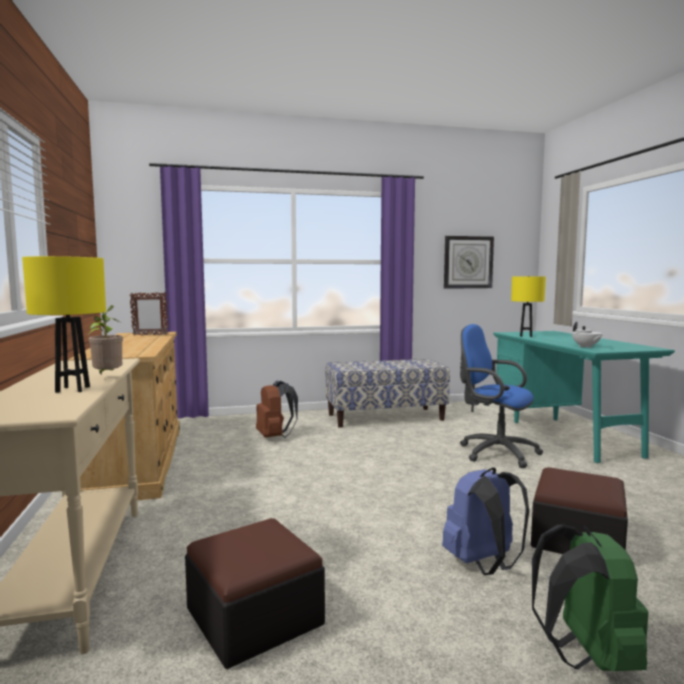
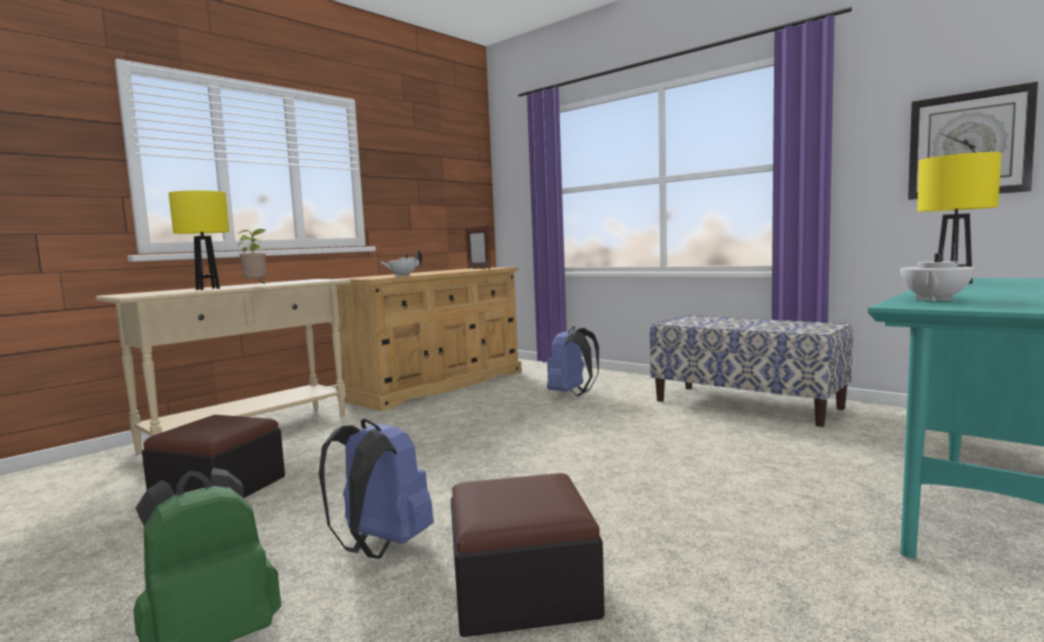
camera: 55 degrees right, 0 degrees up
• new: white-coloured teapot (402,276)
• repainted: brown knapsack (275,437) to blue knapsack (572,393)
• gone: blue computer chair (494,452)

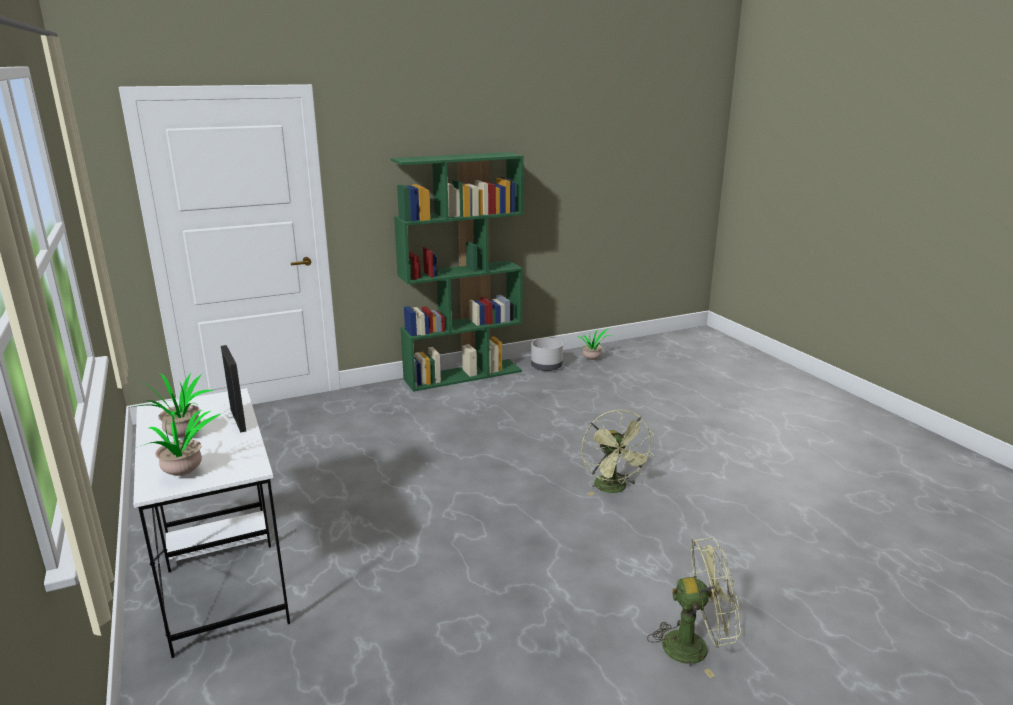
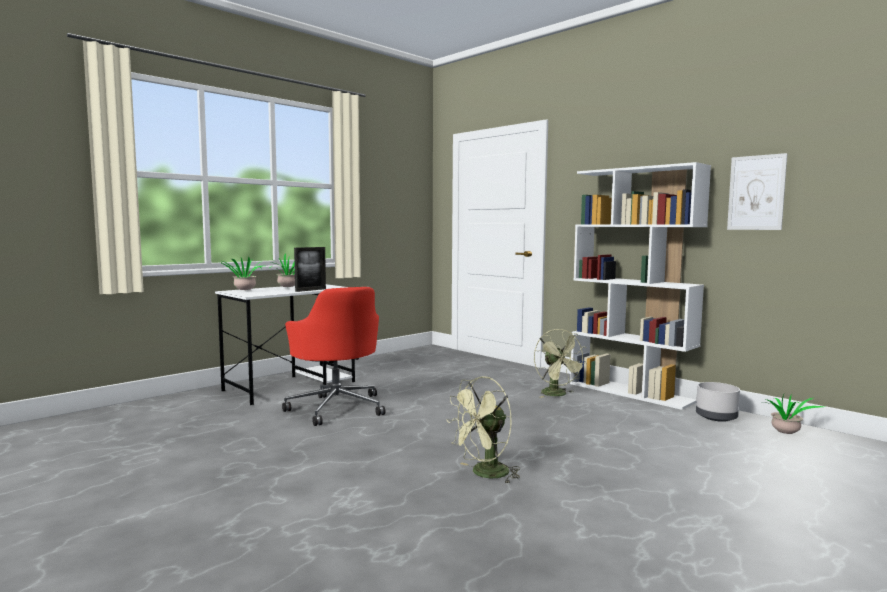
camera: 70 degrees right, 15 degrees down
• new: reddish computer chair (336,407)
• shifted: greenish electric fan (695,646) to (558,395)
• repainted: greenish bookshelf (463,375) to white-coloured bookshelf (631,392)
• new: picture (756,192)

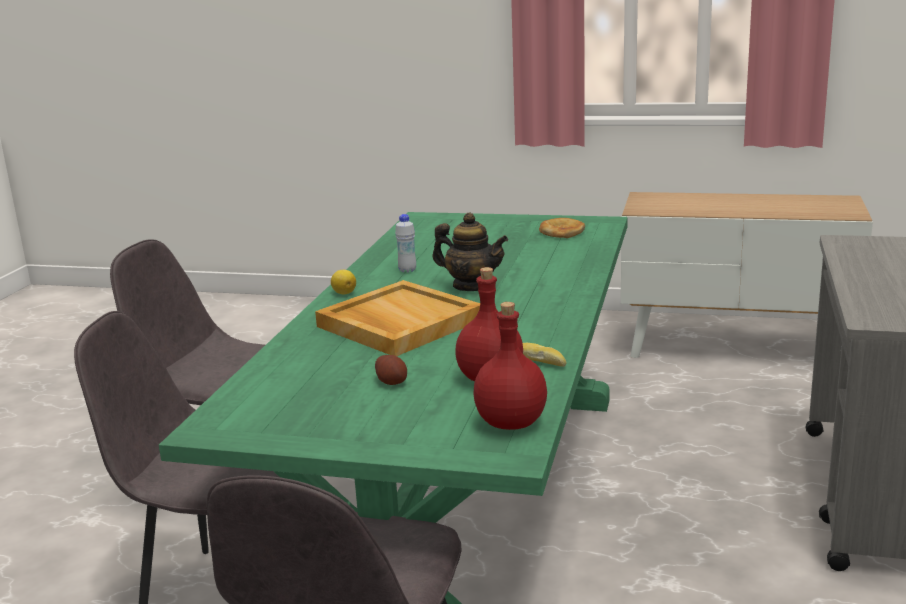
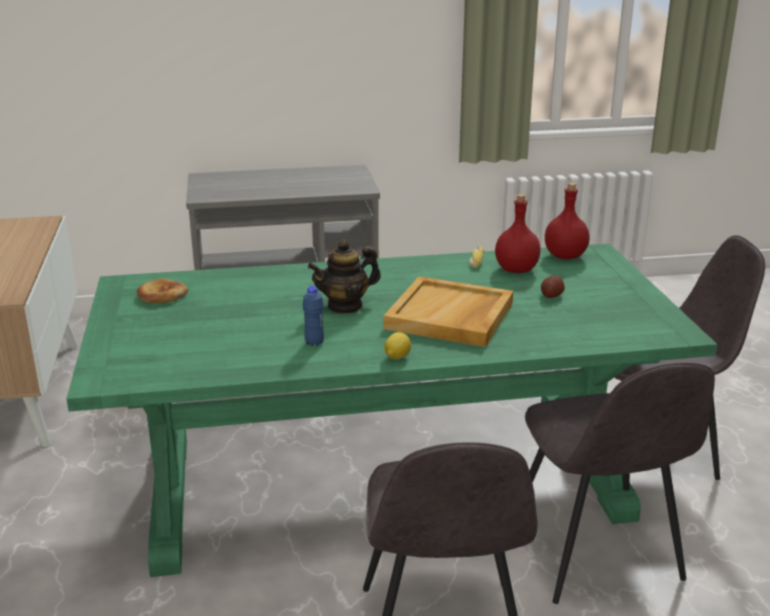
camera: 115 degrees left, 5 degrees up
• repainted: white-coloured beverage bottle (407,270) to blue beverage bottle (314,342)
• rotated: teapot (471,286) = (345,306) 120 degrees counterclockwise

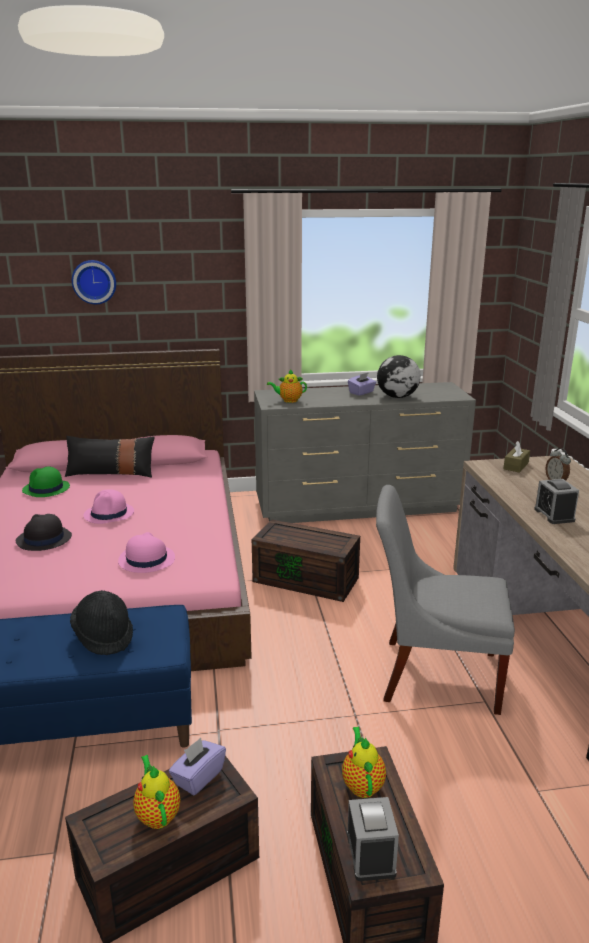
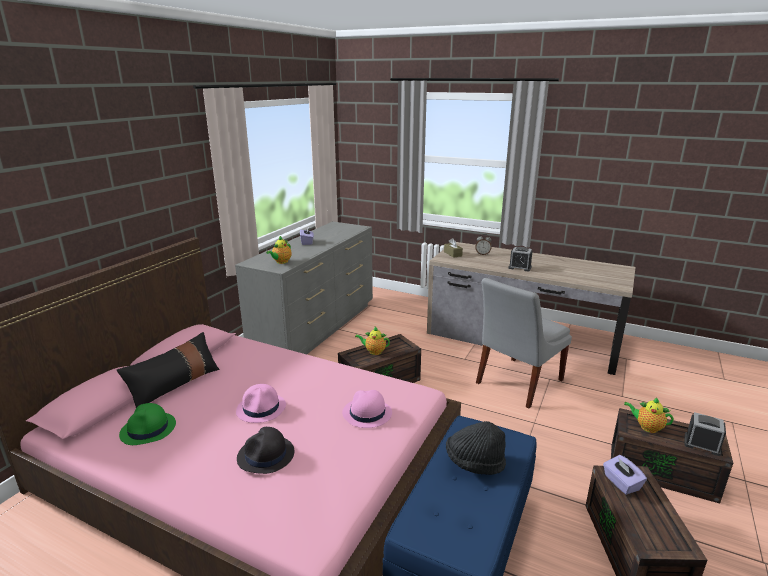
camera: 55 degrees left, 0 degrees up
• shifted: teapot (157,814) to (374,351)
• gone: clock on the wall (94,281)
• gone: desk globe (397,397)

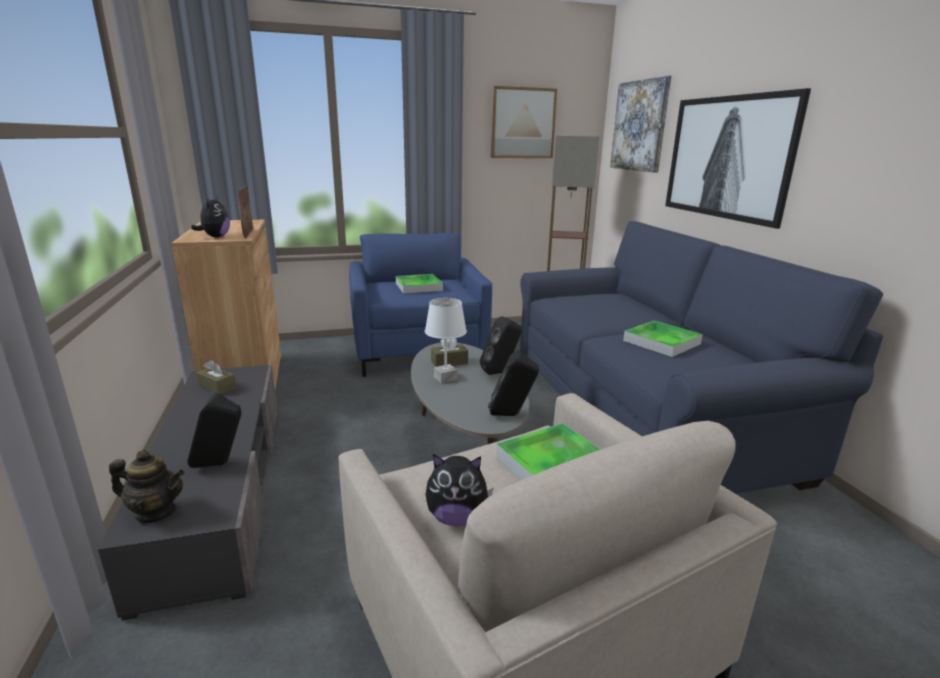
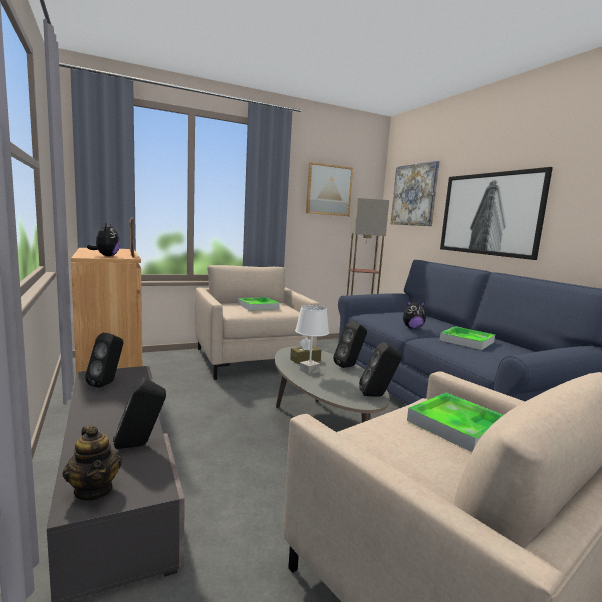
camera: 10 degrees left, 10 degrees down
• rotated: teapot (156,512) = (94,490) 60 degrees clockwise
• swapped: brown box of tissues (217,387) to black audio speaker (107,383)
• repainted: blue armchair (418,350) to beige armchair (252,359)
• shifted: cuddly toy (457,518) to (412,328)

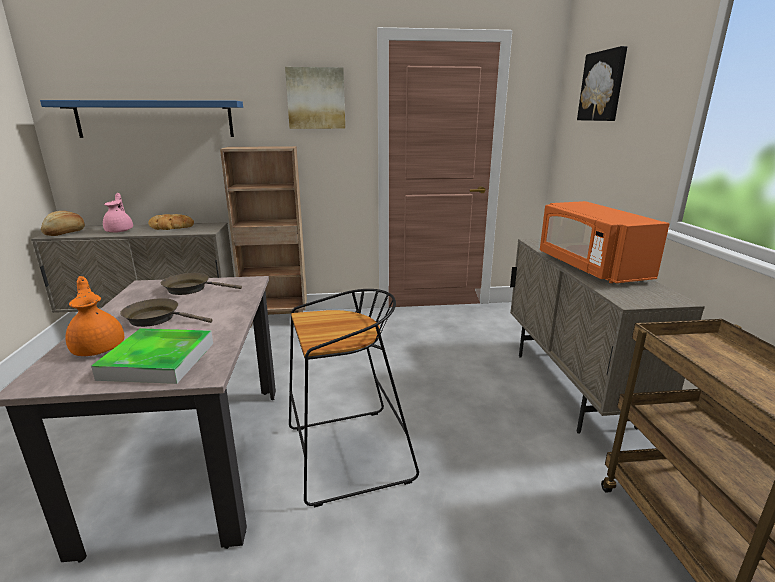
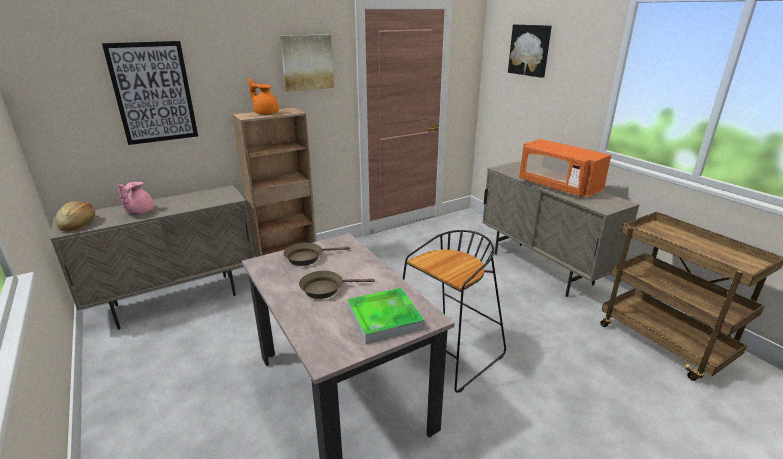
camera: 25 degrees left, 5 degrees up
• swapped: blue shelf (155,119) to picture (153,93)
• rotated: pinkish teapot (120,230) = (139,212) 135 degrees counterclockwise
• shifted: orange-coloured teapot (99,347) to (266,113)
• gone: bread (171,227)

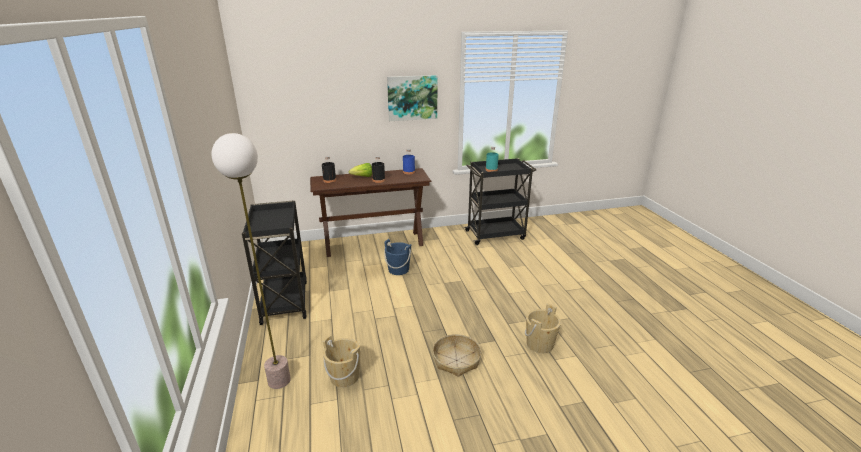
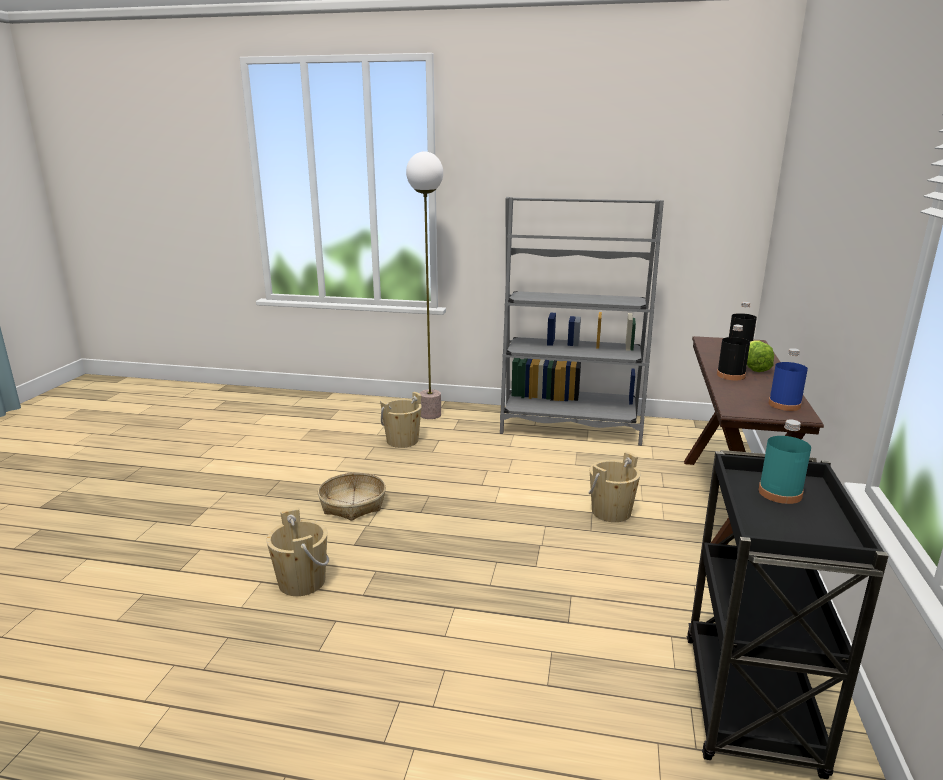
camera: 115 degrees right, 5 degrees down
• swapped: black cart (285,301) to grey bookshelf (570,425)
• repainted: blue bucket (398,269) to beige bucket (611,512)
• gone: picture (412,97)

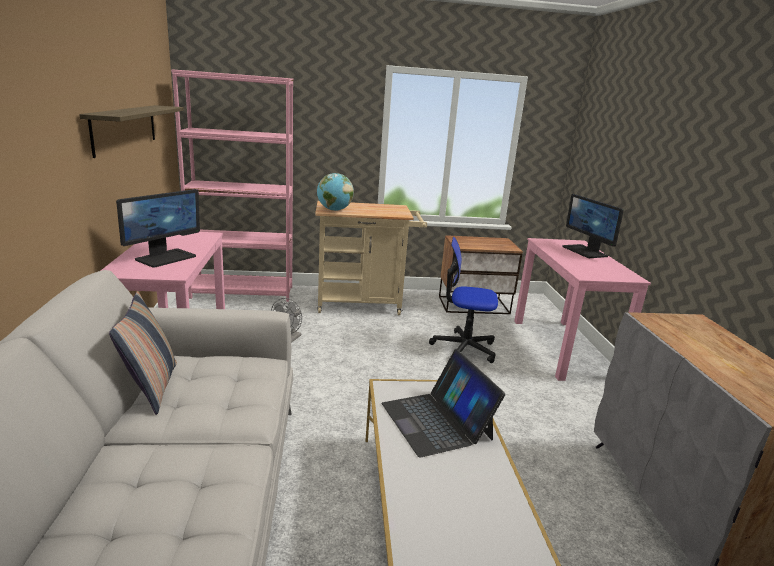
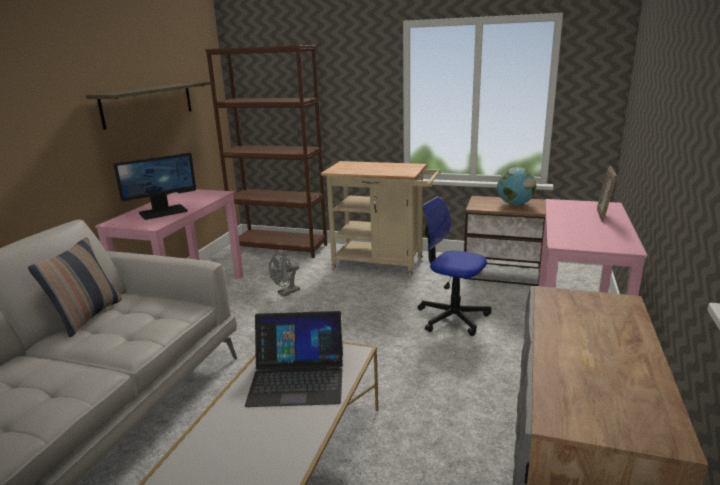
camera: 25 degrees right, 0 degrees up
• repainted: pinkish bookshelf (243,292) to brown bookshelf (280,247)
• rotated: laptop (437,421) = (297,378) 90 degrees counterclockwise
• shifted: desk globe (334,210) to (514,204)
• swapped: computer screen (585,251) to picture frame (603,215)

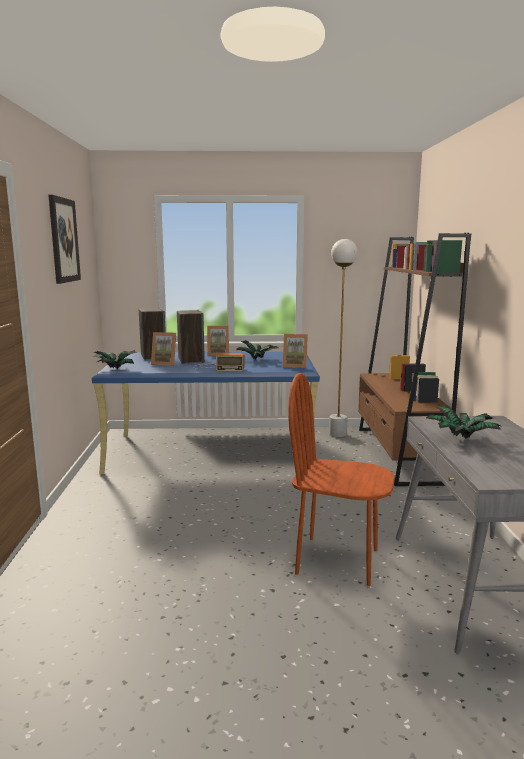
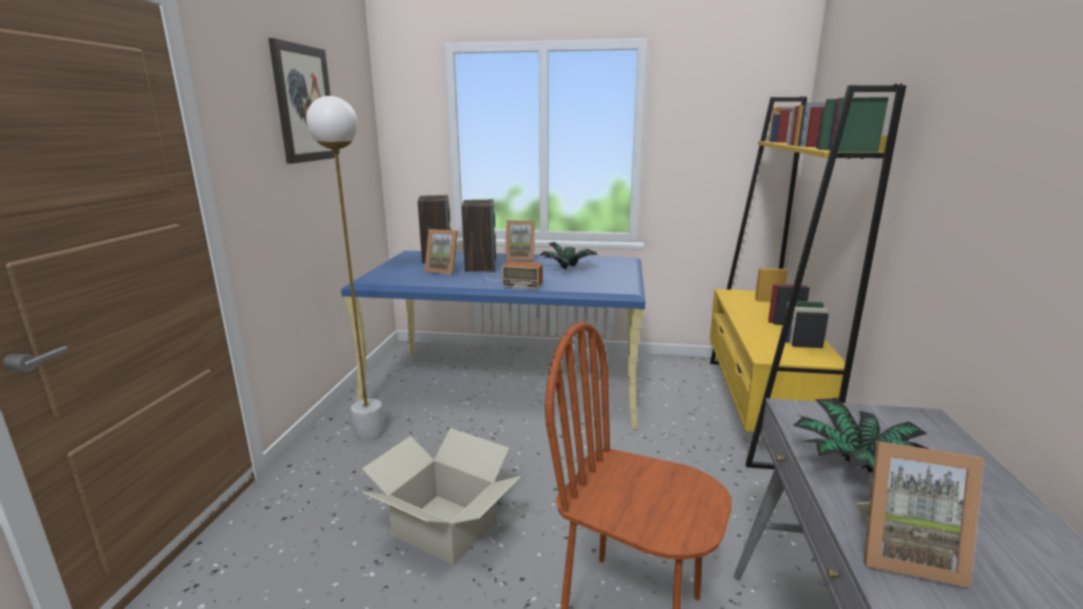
camera: 10 degrees right, 5 degrees up
• shifted: white-coloured standing lamp (338,434) to (369,433)
• new: cardboard box (445,527)
• repainted: brown bookshelf (398,454) to yellow bookshelf (759,408)
• shifted: picture frame (295,366) to (904,552)
• gone: houseplant (116,368)

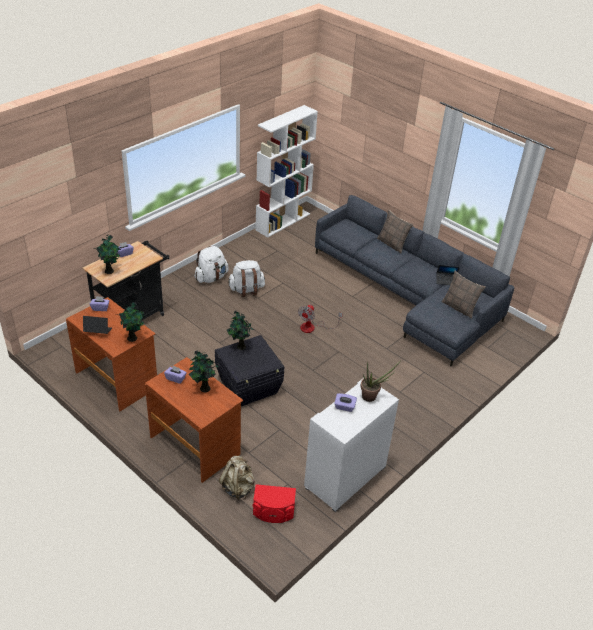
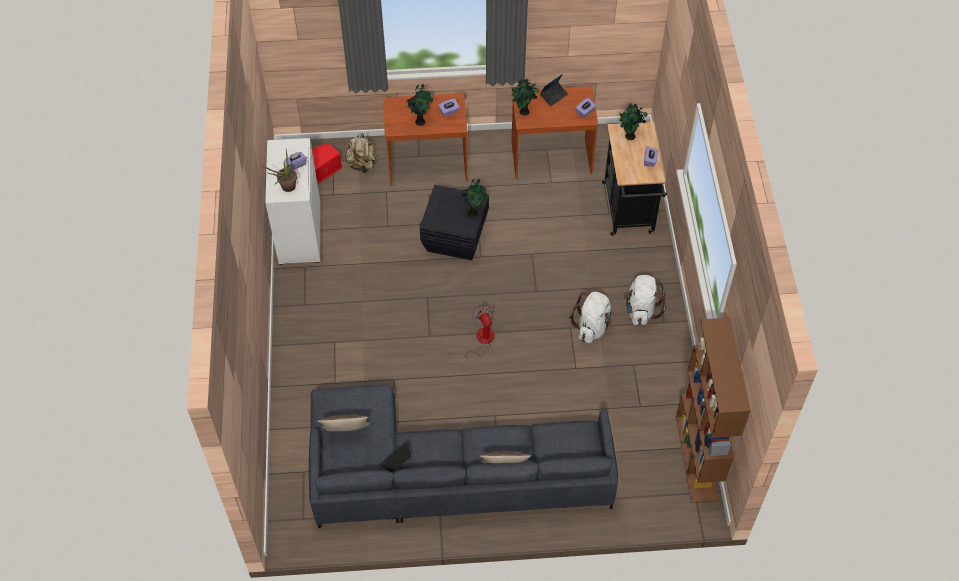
camera: 135 degrees right, 15 degrees up
• repainted: white-coloured bookshelf (283,221) to brown bookshelf (697,458)

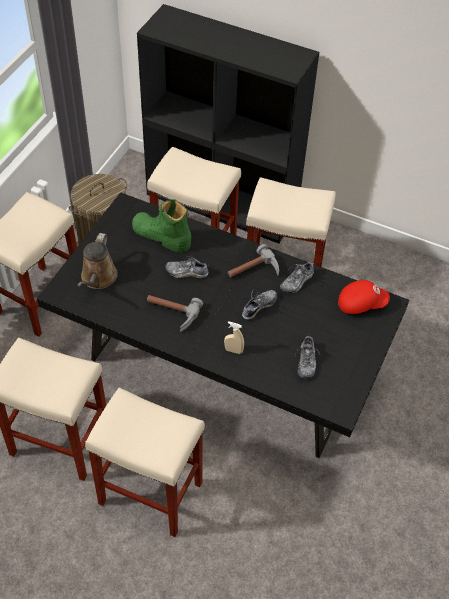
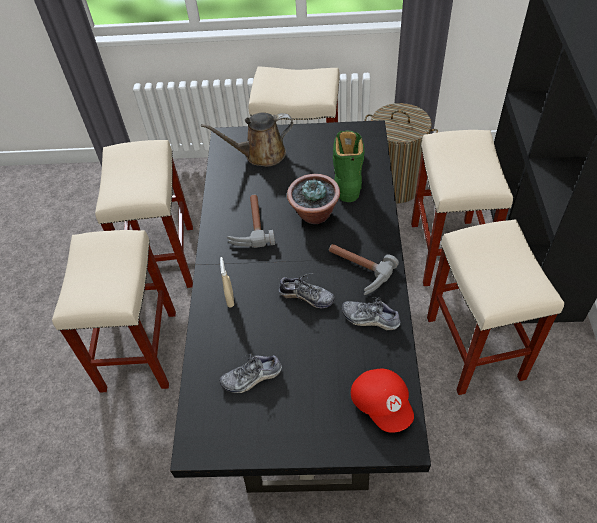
camera: 70 degrees right, 0 degrees up
• swapped: low shoe (187,272) to houseplant (314,214)

